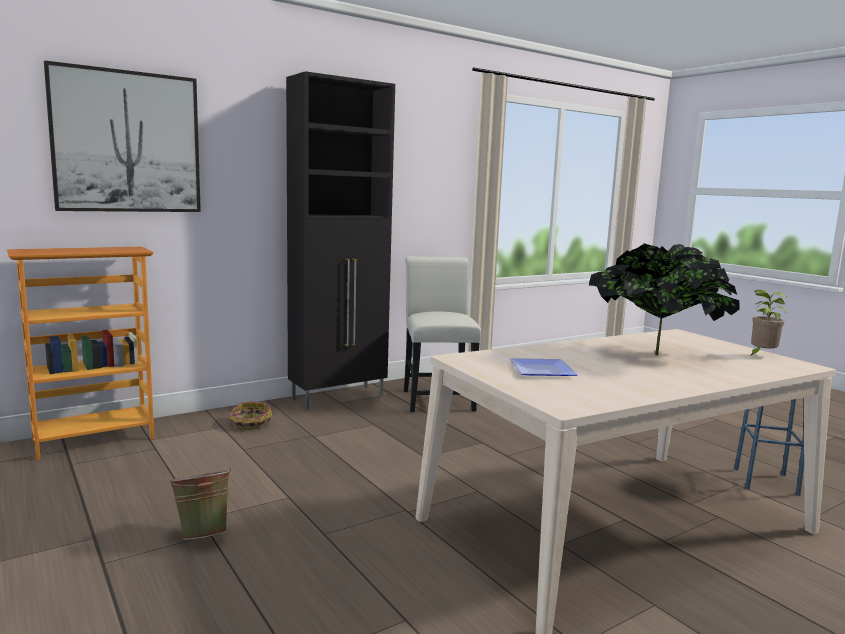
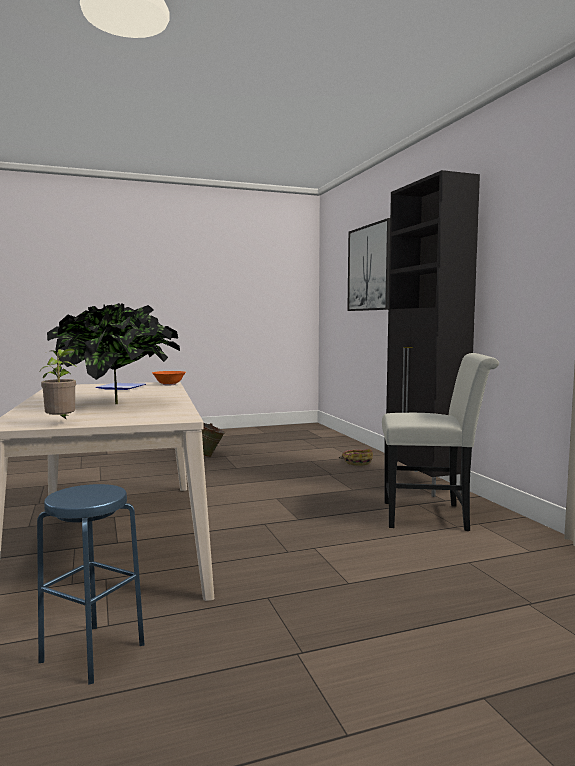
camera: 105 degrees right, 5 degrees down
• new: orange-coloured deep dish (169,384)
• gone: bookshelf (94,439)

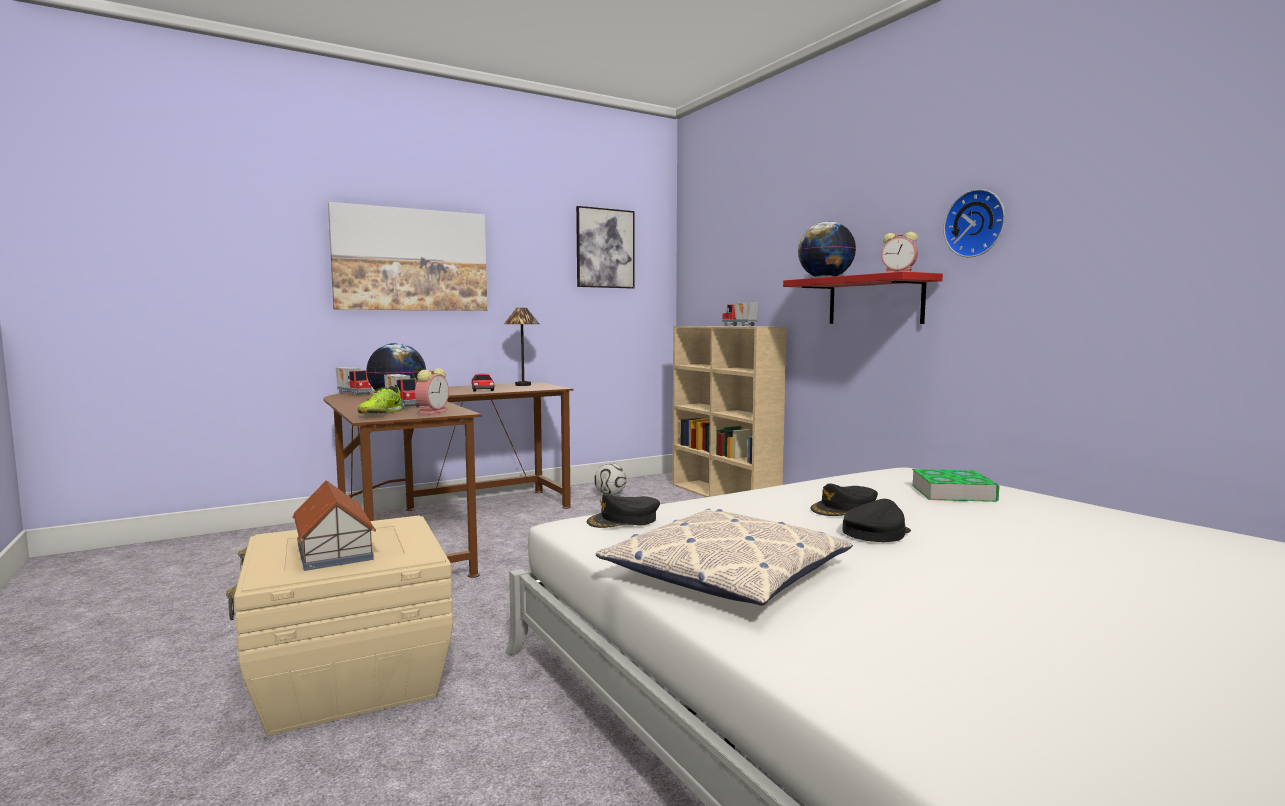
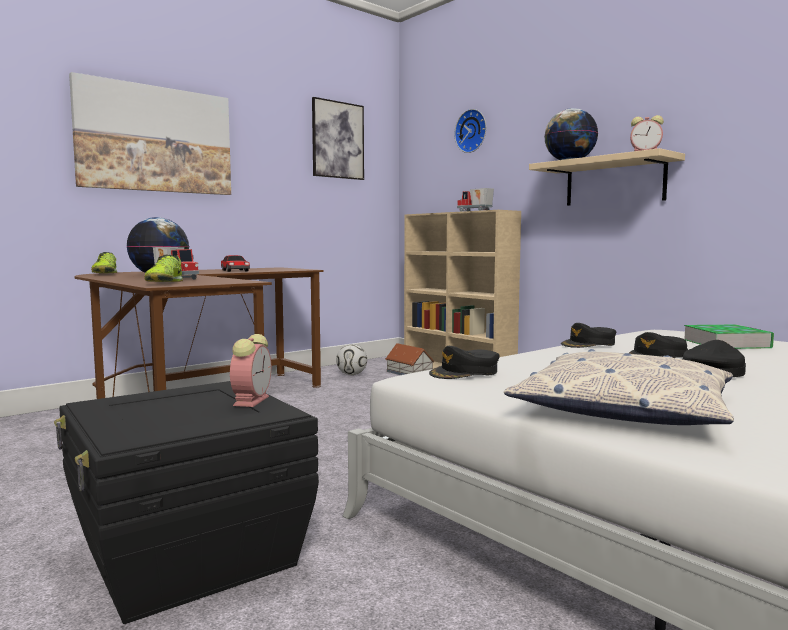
camera: 10 degrees left, 0 degrees up
• repainted: beige storage container (349,680) to black storage container (188,557)
• swapped: toy truck (355,394) to low shoe (105,274)
• shifted: table clock (433,412) to (251,400)
• shifted: model house (333,551) to (409,373)
• shifted: clock on the wall (976,224) to (472,131)
• repainted: reddish shelf (875,301) to beige shelf (614,182)
• new: black peaked cap (589,344)
• gone: table lamp (522,385)

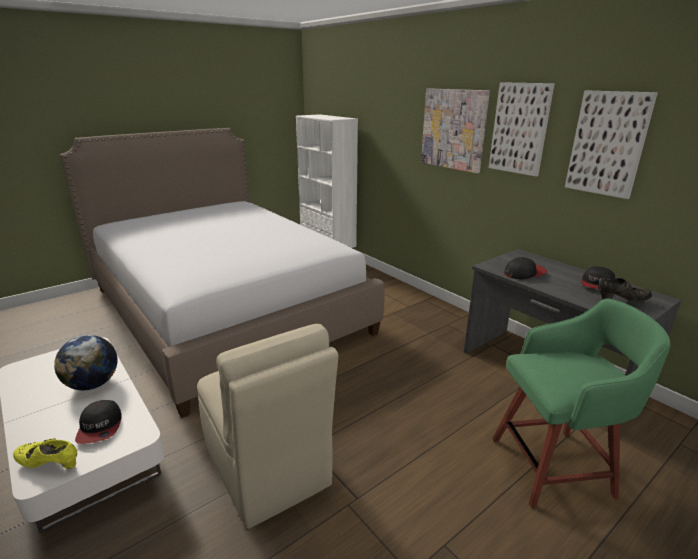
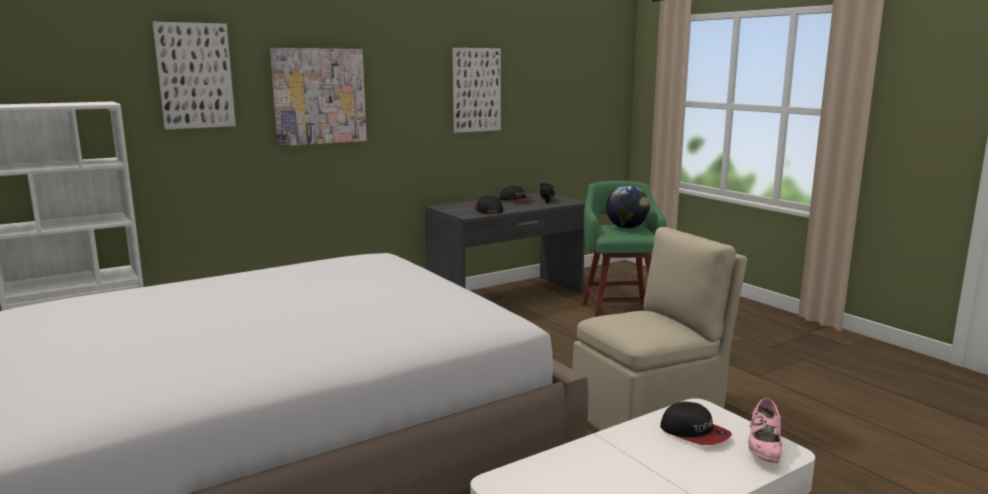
camera: 85 degrees left, 10 degrees down
• shifted: picture (519,129) to (195,76)
• shifted: desk globe (93,384) to (626,228)
• rotated: peaked cap (100,427) = (694,433) 60 degrees clockwise
• repainted: yellow low shoe (49,464) to pinkish low shoe (763,450)

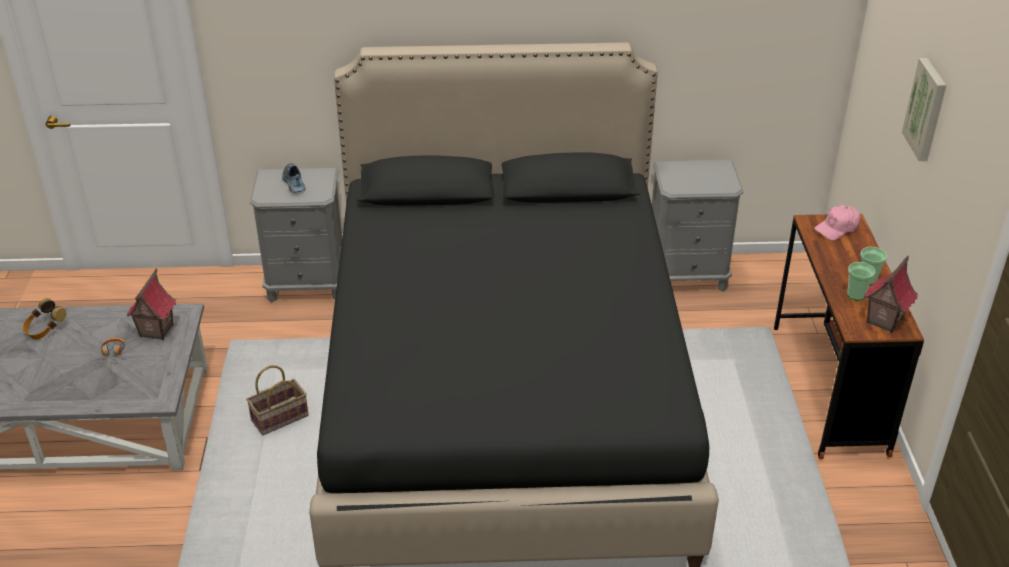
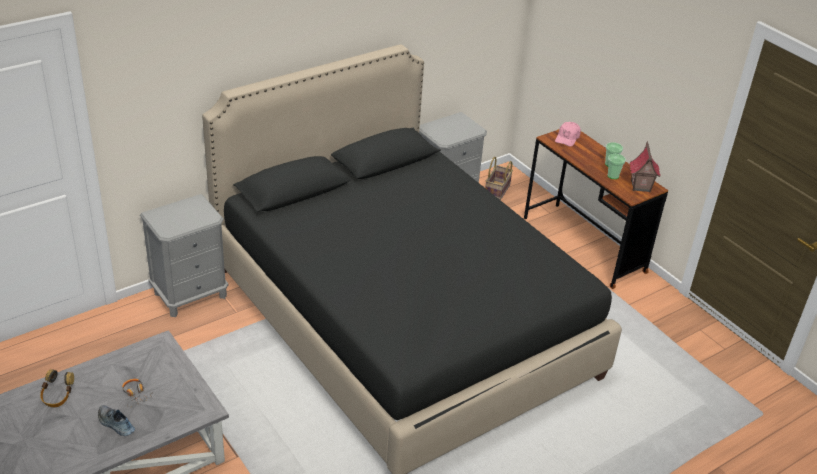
camera: 35 degrees left, 0 degrees up
• shifted: low shoe (293,183) to (115,424)
• shifted: storage basket (279,419) to (497,191)
• gone: model house (156,331)
• gone: picture (927,109)

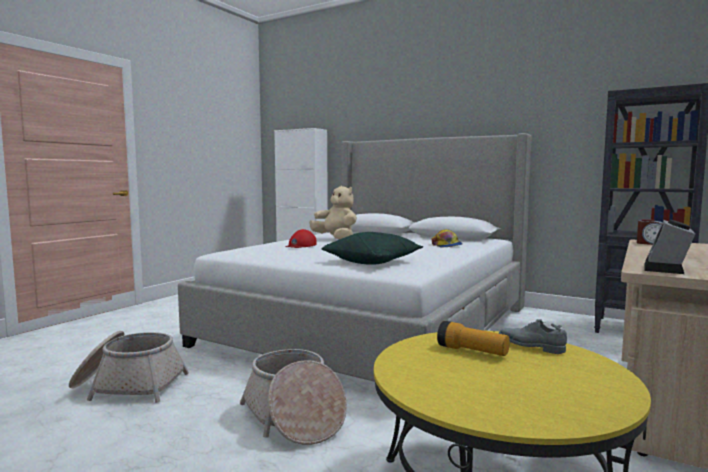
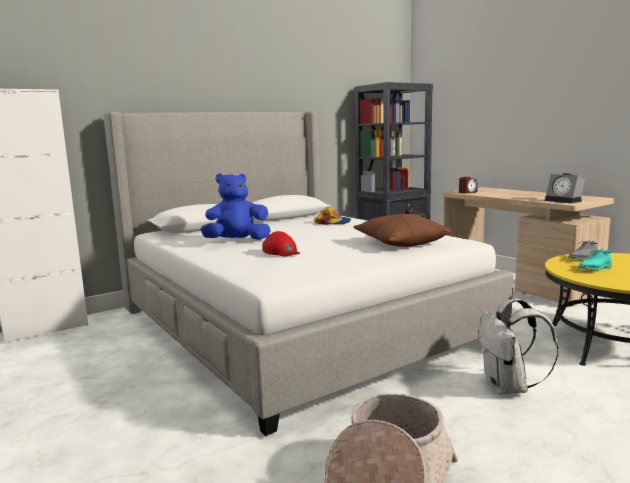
camera: 65 degrees left, 5 degrees up
• repainted: beige cuddly toy (336,239) to blue cuddly toy (237,241)
• repainted: greenish cushion (373,261) to brown cushion (400,243)
• swapped: storage basket (294,417) to white-coloured knapsack (508,388)
• swapped: flashlight (472,351) to turquoise-coloured low shoe (595,269)

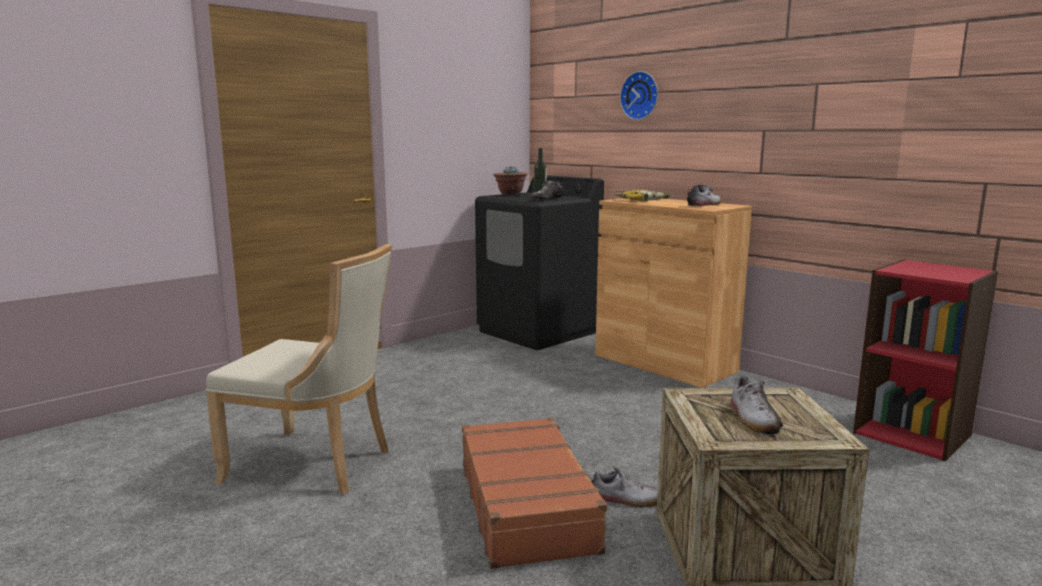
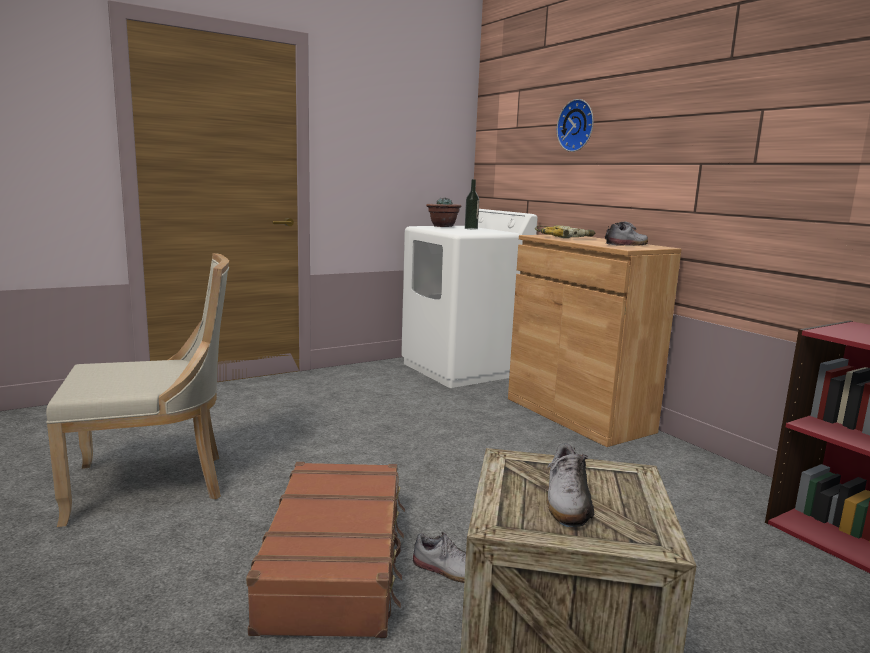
camera: 10 degrees right, 0 degrees up
• rotated: beige plain chair (316,464) = (155,484) 45 degrees counterclockwise
• repainted: black laundry machine (539,332) to white-coloured laundry machine (463,369)
• gone: low shoe (547,199)

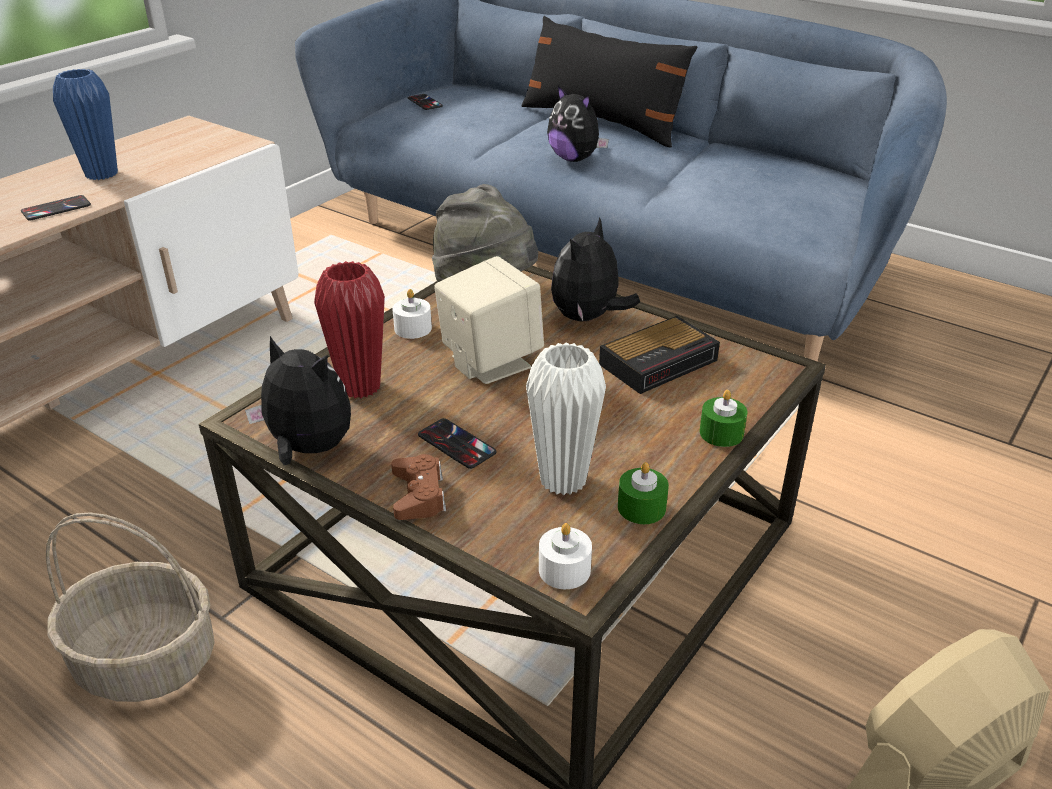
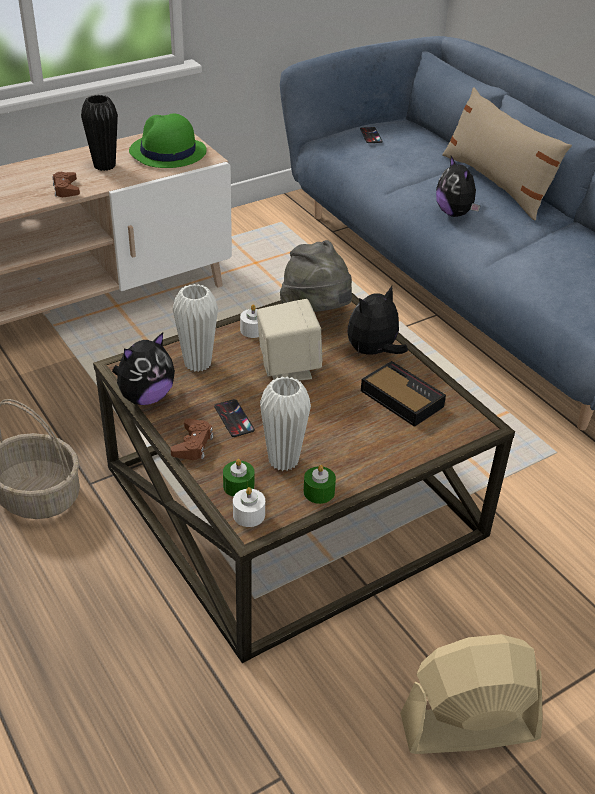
camera: 20 degrees right, 5 degrees up
• swapped: telephone (56,208) to brown game controller (66,189)
• repainted: blue decorative vase (101,174) to black decorative vase (104,166)
• rotated: cuddly toy (307,449) = (146,397) 90 degrees clockwise
• new: greenish clothing hat (167,152)
• repainted: reddish decorative vase (360,387) to white-coloured decorative vase (197,363)
• shifted: greenish wax candle (721,433) to (238,486)
• rotated: table clock (660,361) = (400,397) 120 degrees counterclockwise
• repainted: black cushion (602,122) to beige cushion (496,183)

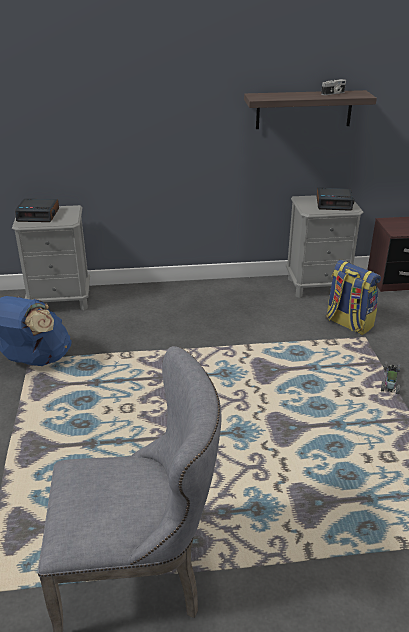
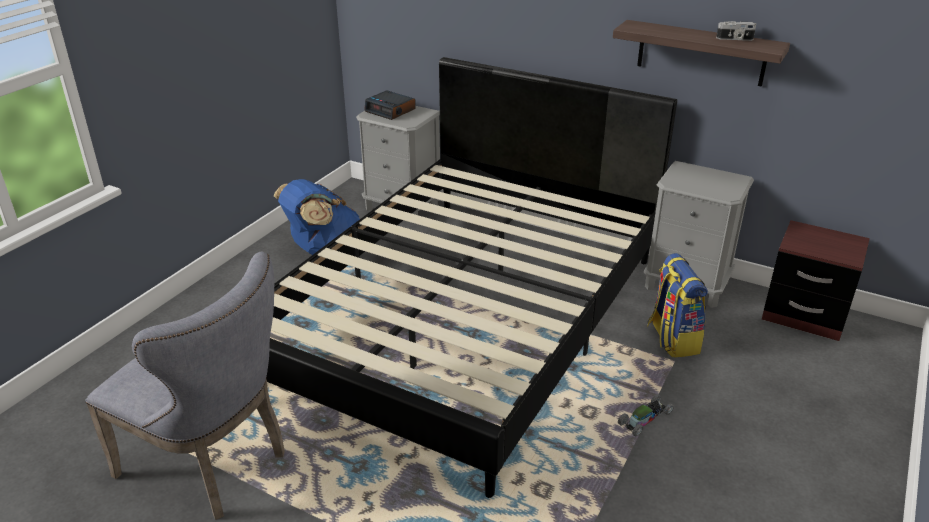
camera: 35 degrees right, 0 degrees up
• new: black sleeping bed (465,317)
• gone: table clock (334,203)

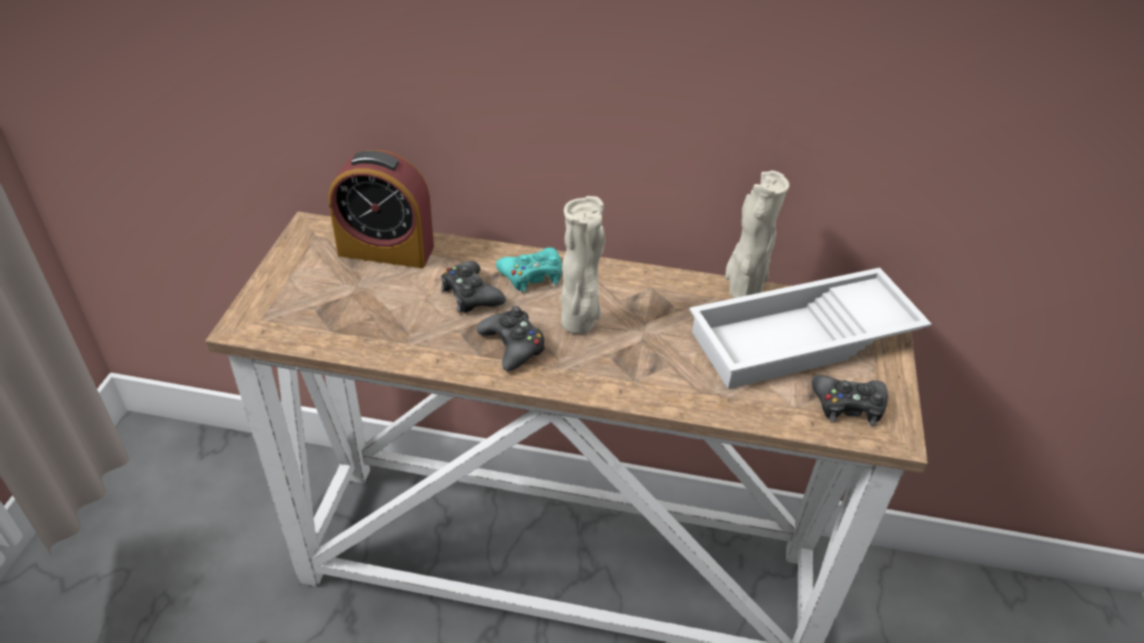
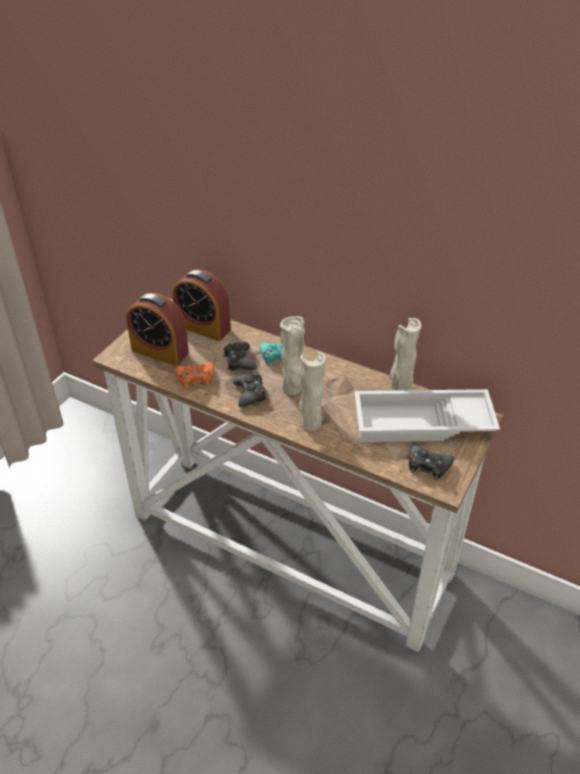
camera: 20 degrees right, 0 degrees up
• new: table clock (160,351)
• new: orange-coloured game controller (196,378)
• new: beige decorative vase (310,423)

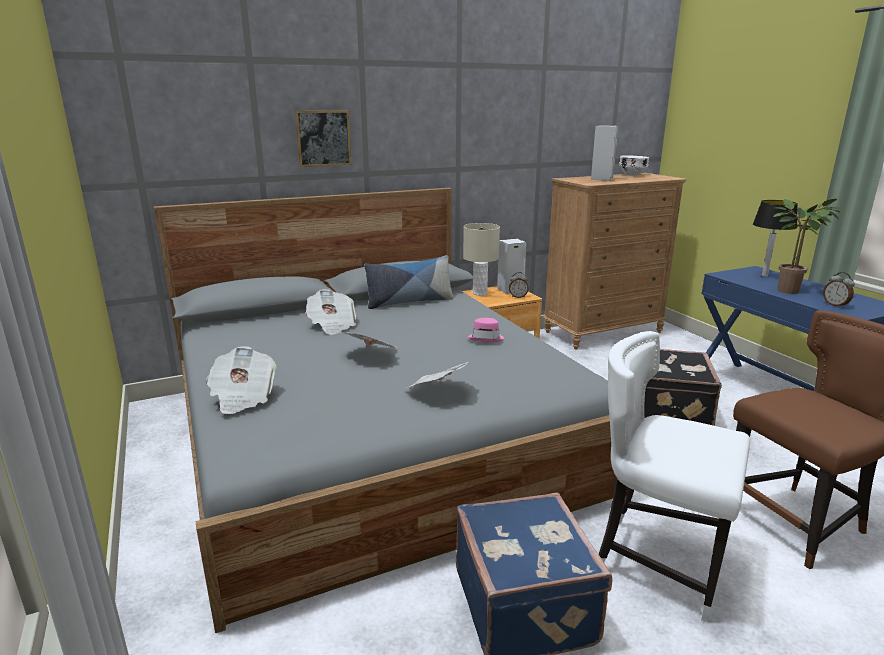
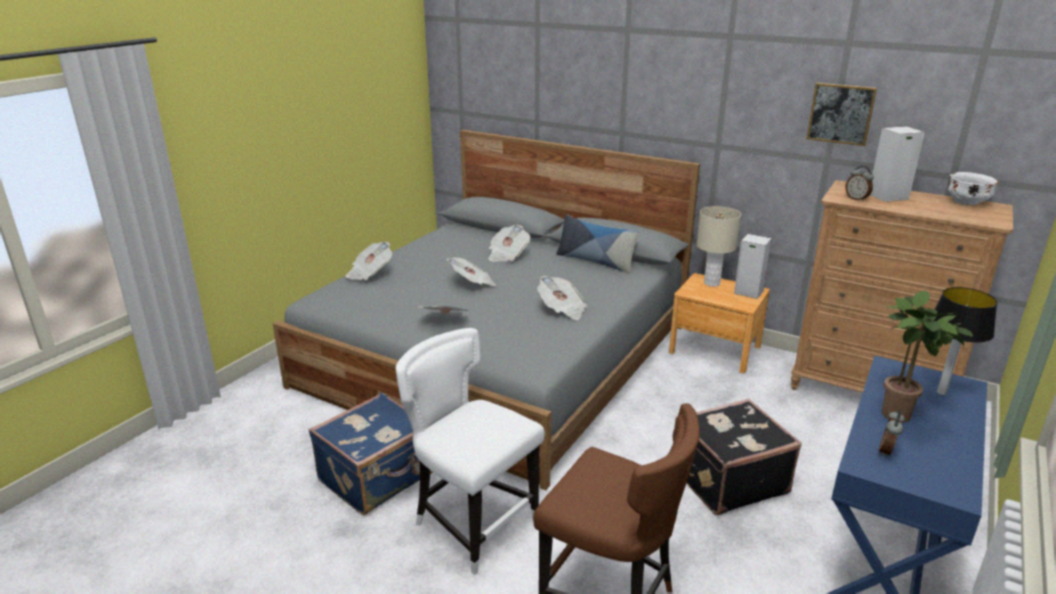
camera: 55 degrees right, 5 degrees up
• rotated: white-coloured plain chair (655,561) = (473,523) 45 degrees counterclockwise
• swapped: pinkish clothing hat (486,338) to printed paper (562,310)
• shifted: picture (323,138) to (841,113)
• shifted: table clock (518,297) to (857,199)

